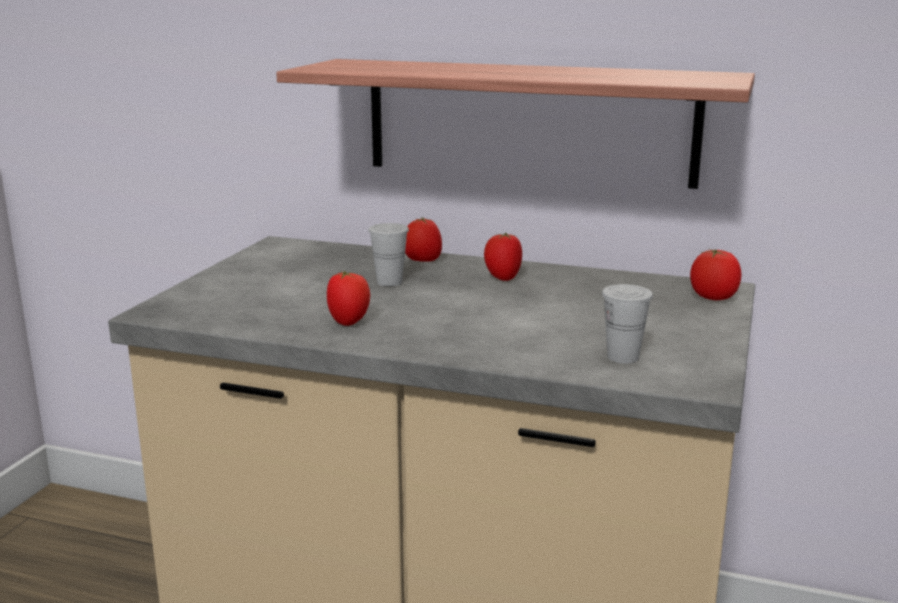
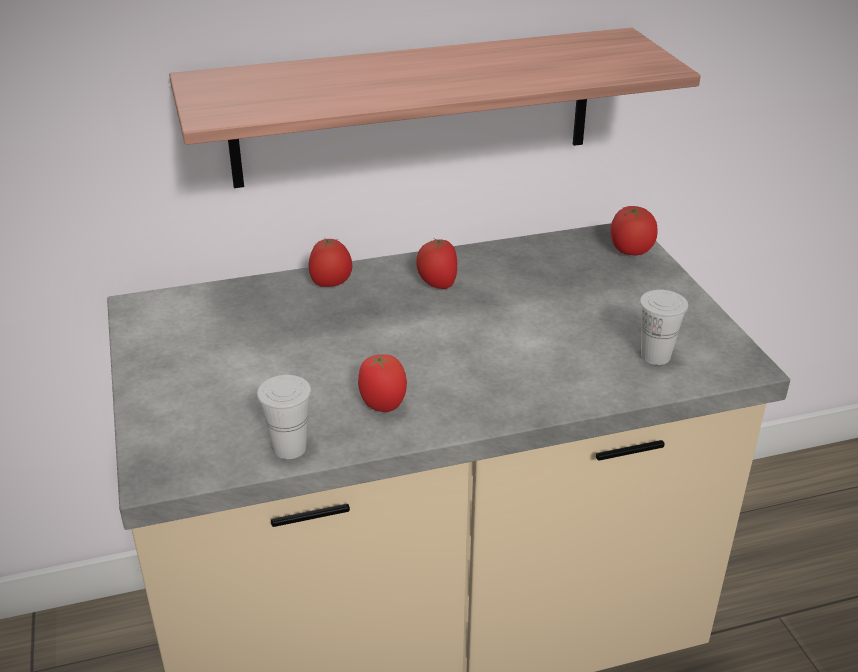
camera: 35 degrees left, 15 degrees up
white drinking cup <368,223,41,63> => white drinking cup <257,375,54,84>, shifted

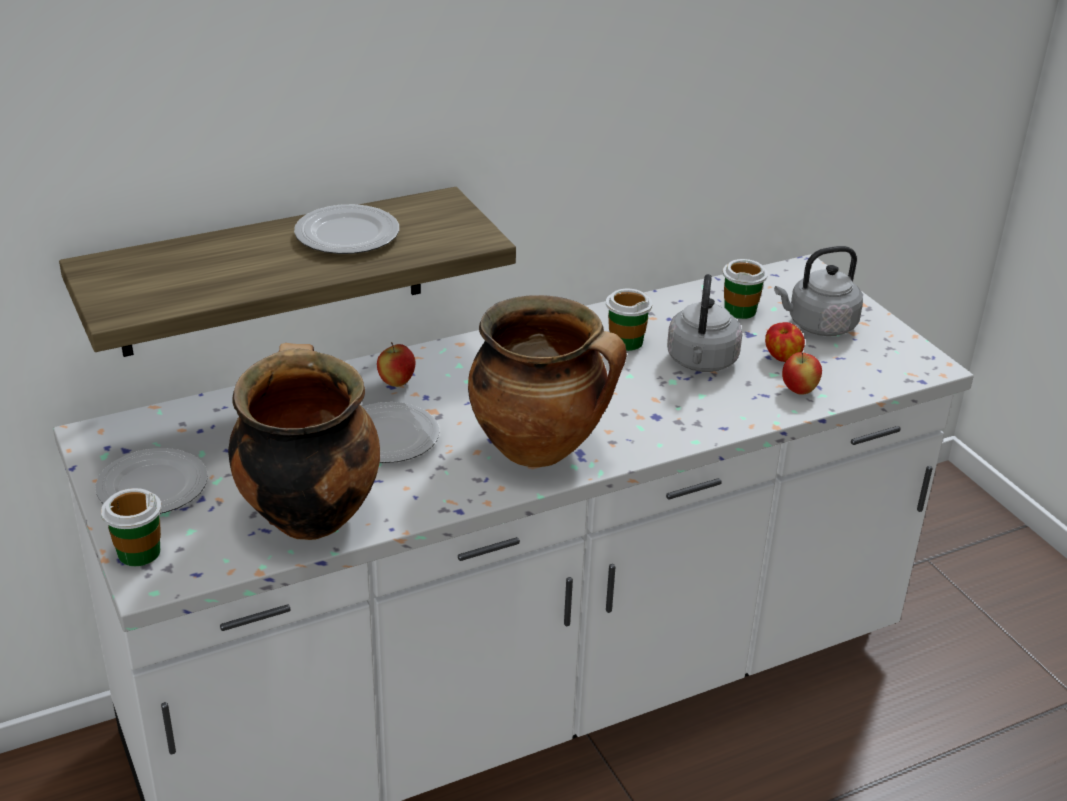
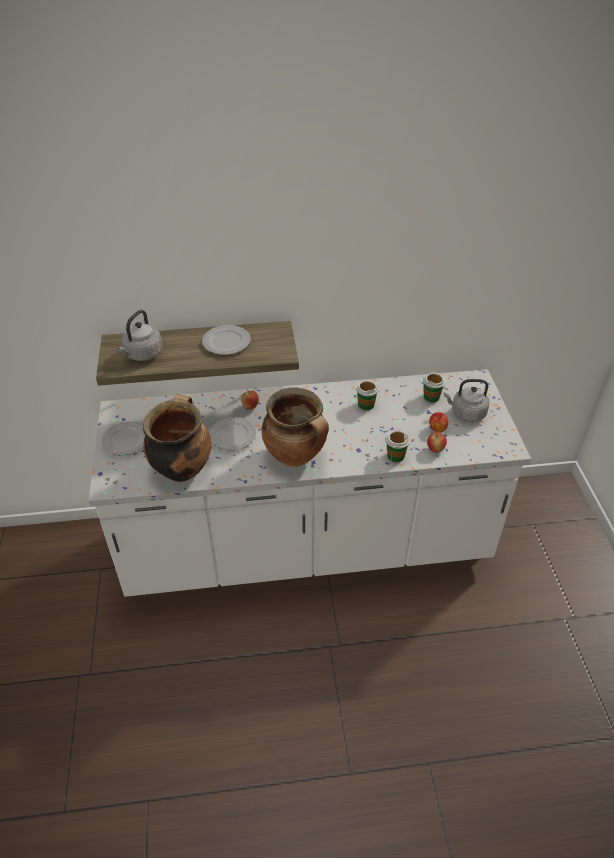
camera: 20 degrees right, 10 degrees up
gray kettle <667,274,75,98> => gray kettle <117,310,46,51>, shifted
drinking cup <101,488,61,78> => drinking cup <386,430,24,32>, shifted

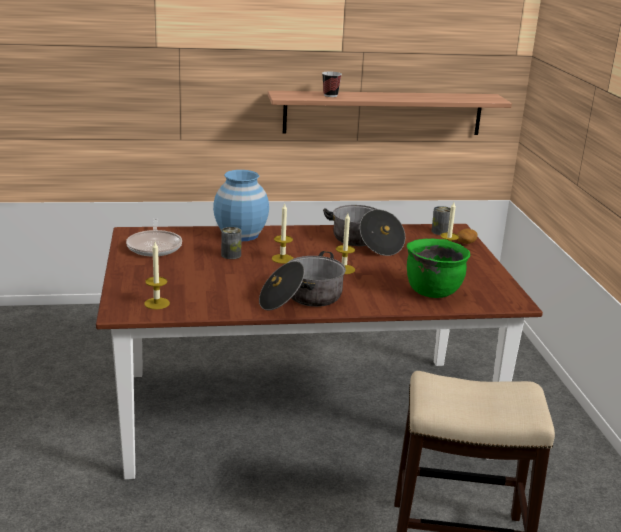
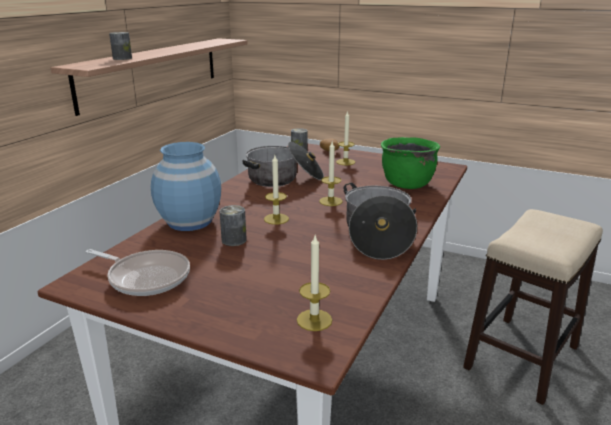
camera: 55 degrees left, 0 degrees up
drinking cup <322,72,20,25> => metal can <109,32,23,28>

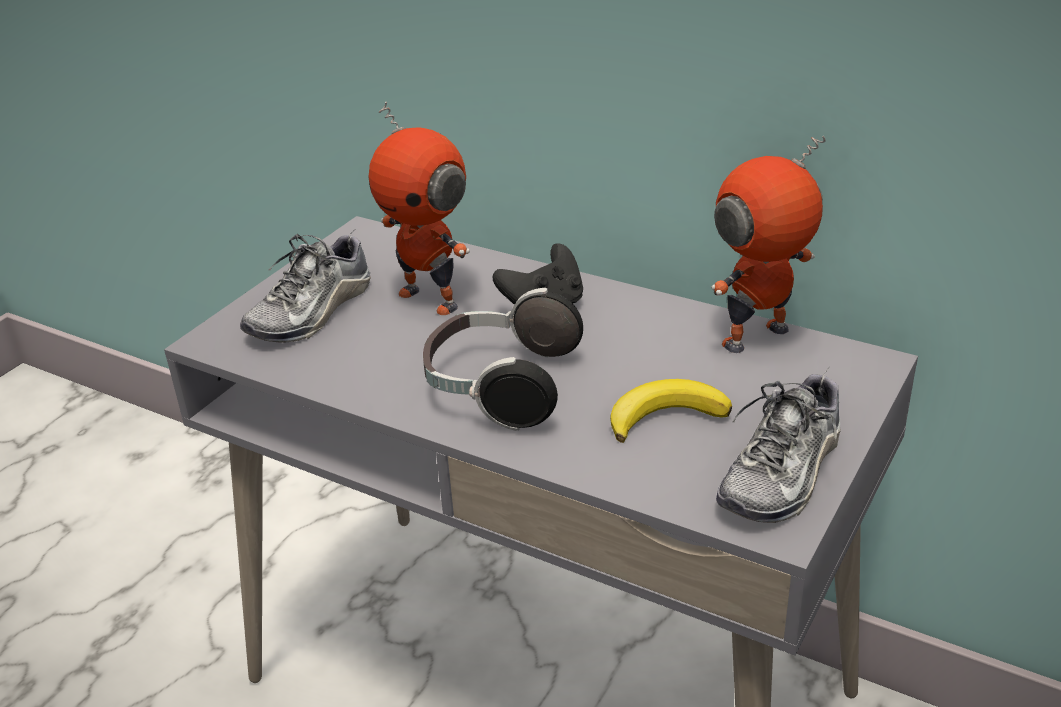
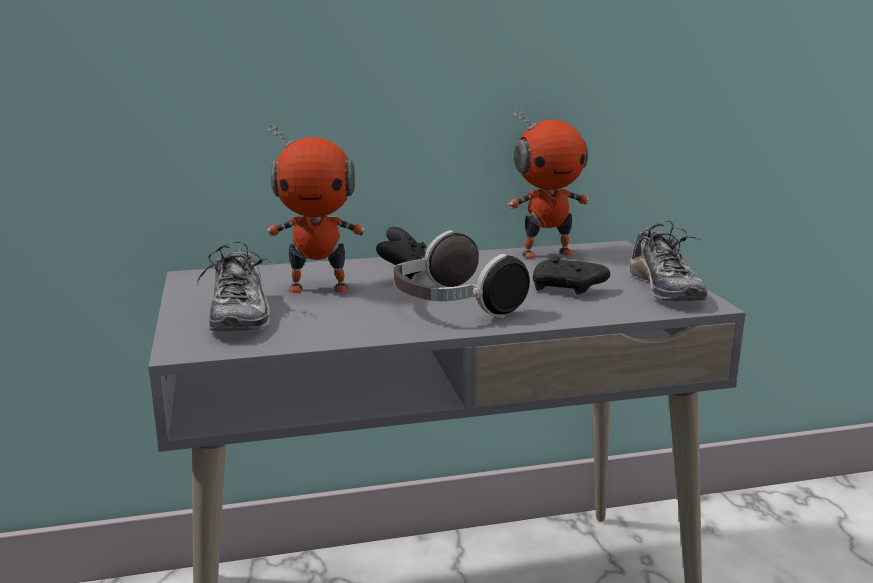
camera: 45 degrees left, 15 degrees down
model robot <712,136,113,217> => model robot <508,109,81,150>, 120 degrees counterclockwise
banana <610,379,122,64> => black-coloured game controller <533,257,77,38>

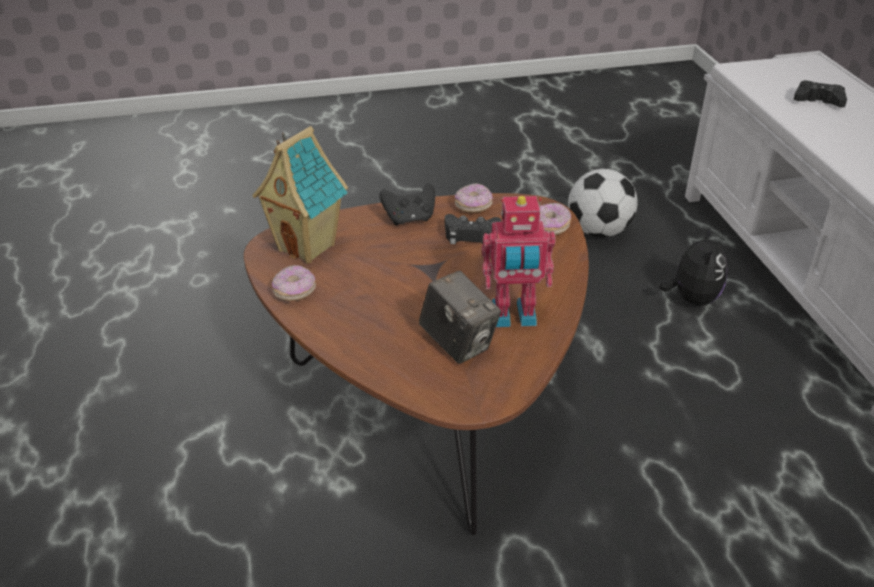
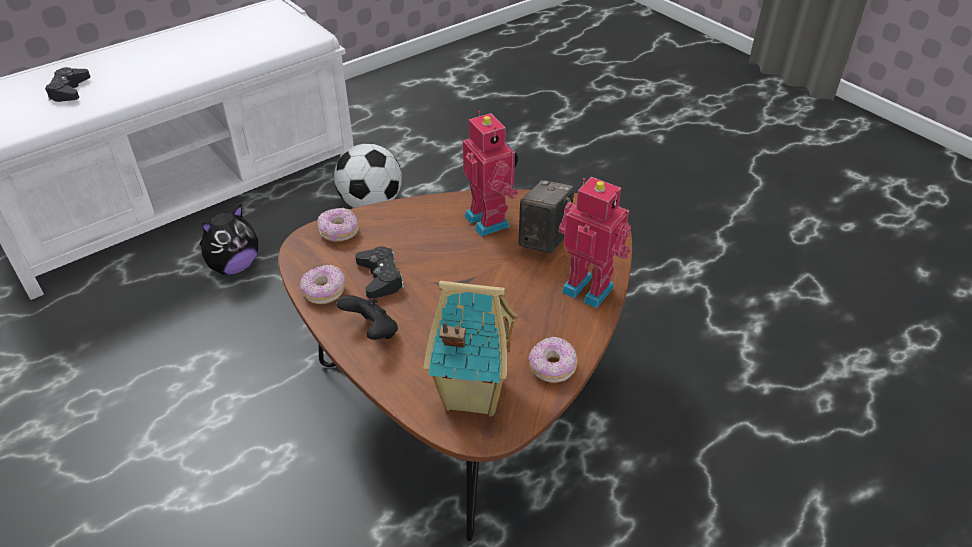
camera: 115 degrees left, 5 degrees up
soft toy <659,227,69,78> => soft toy <200,204,58,71>, 150 degrees clockwise
ball for football <568,169,70,68> => ball for football <334,143,68,65>, shifted
nothing => model robot <559,177,72,131>

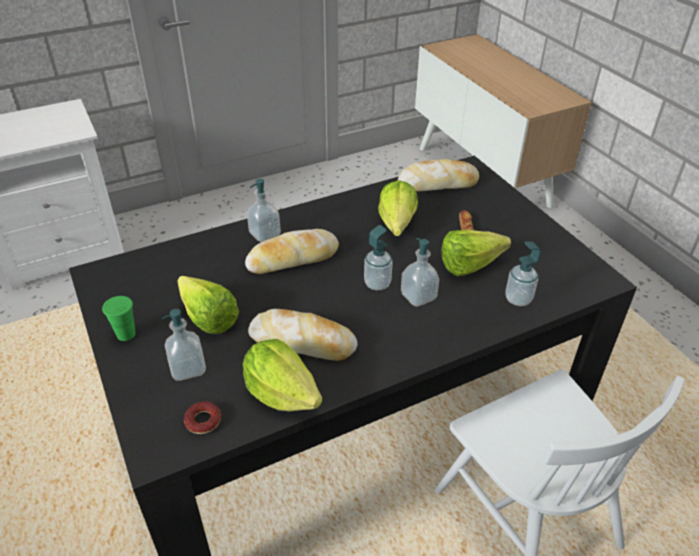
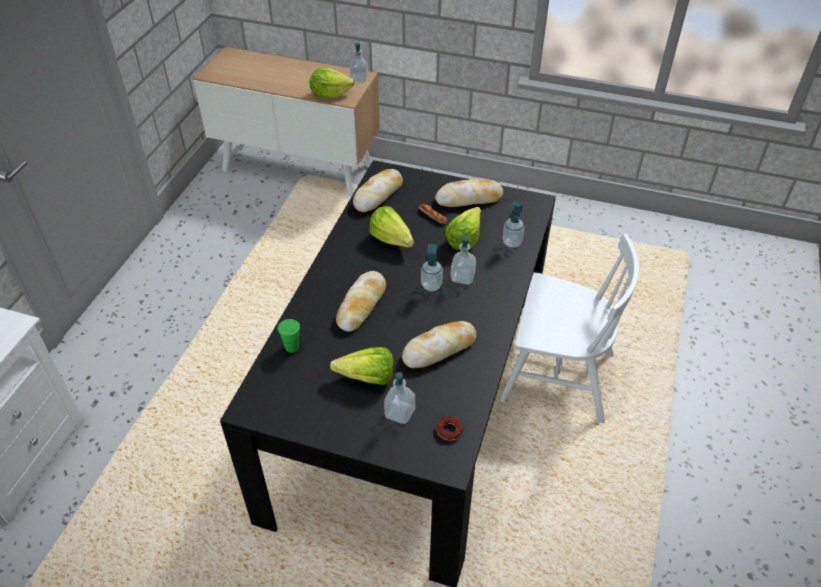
camera: 45 degrees left, 5 degrees up
greenish drinking cup <102,296,34,45> => greenish drinking cup <278,319,22,34>, shifted
lettuce head <243,339,79,72> => lettuce head <310,68,44,30>, shifted
soap dispenser <247,179,34,63> => soap dispenser <350,43,18,39>, shifted
nothing => bread <435,179,68,28>

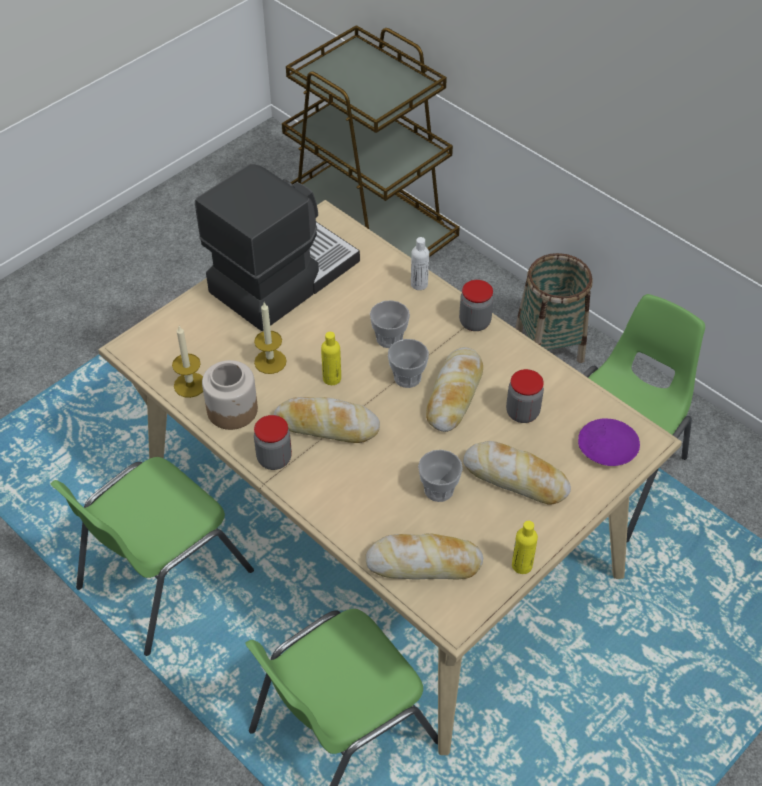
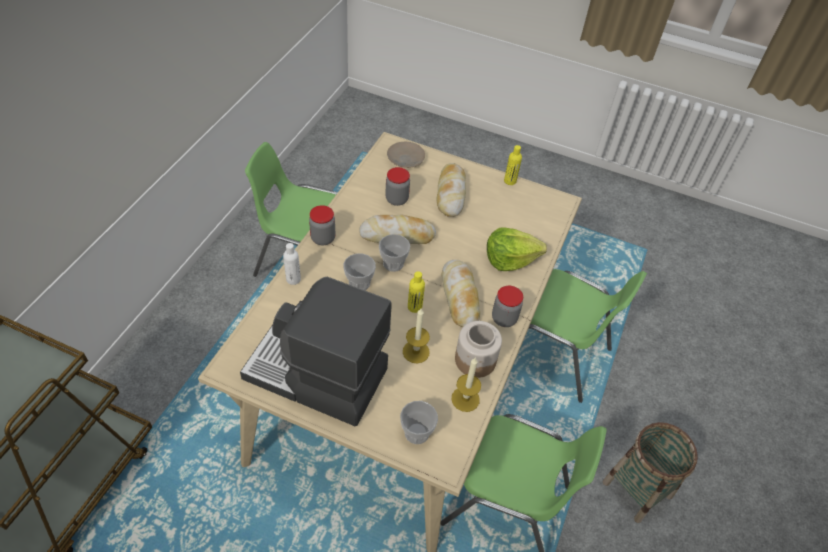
camera: 115 degrees left, 0 degrees up
purple-coloured flat dish <578,418,62,48> => sand-coloured flat dish <387,142,38,26>
drinking cup <418,450,45,52> => drinking cup <400,401,38,43>, shifted
nothing => lettuce head <487,228,60,43>
basket <515,253,78,110> => basket <602,422,96,101>, shifted
bread <365,533,118,47> => nothing

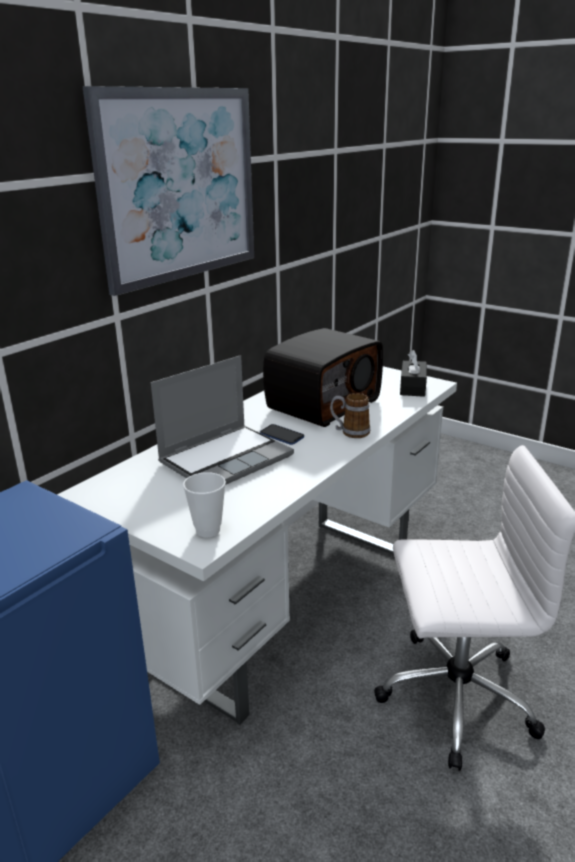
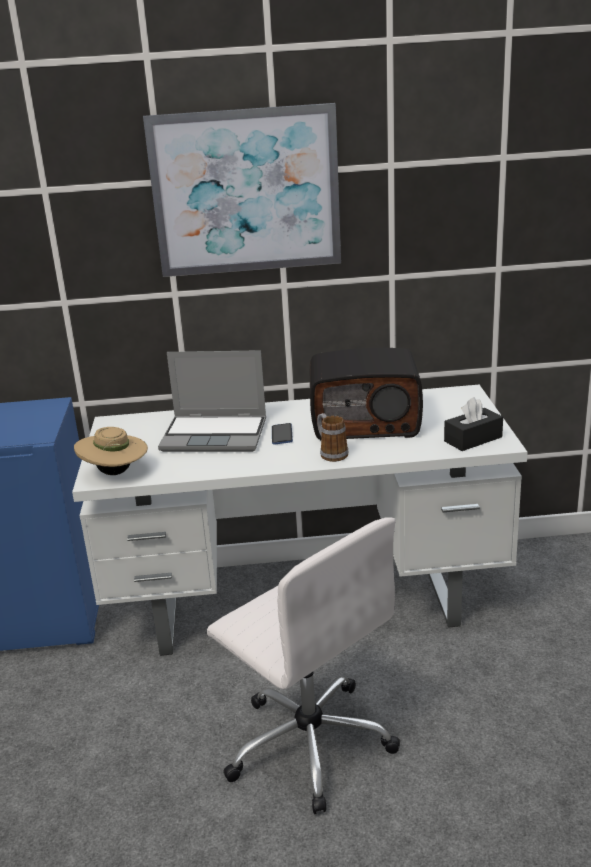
camera: 50 degrees right, 0 degrees up
drinking cup <183,472,43,65> => sand-coloured wearable hat <74,427,74,48>

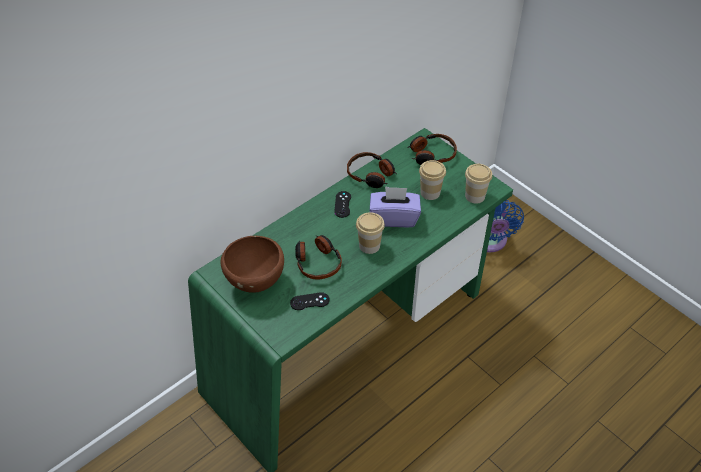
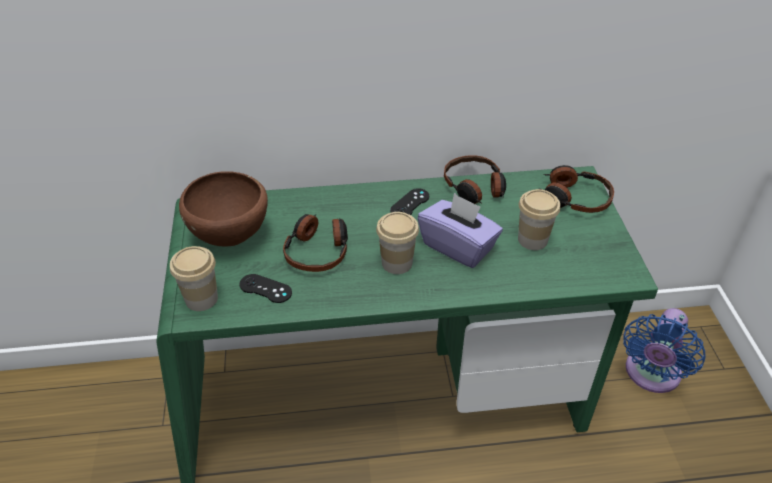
camera: 35 degrees right, 5 degrees down
drinking cup <465,164,27,40> => drinking cup <170,246,48,65>, shifted

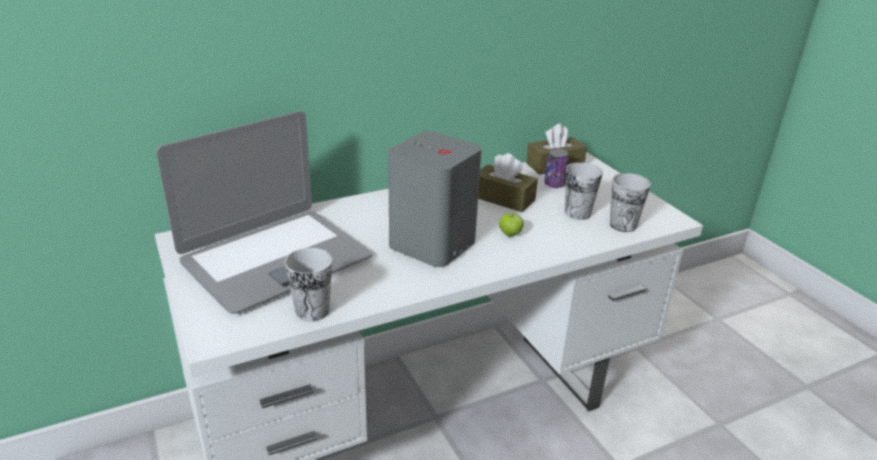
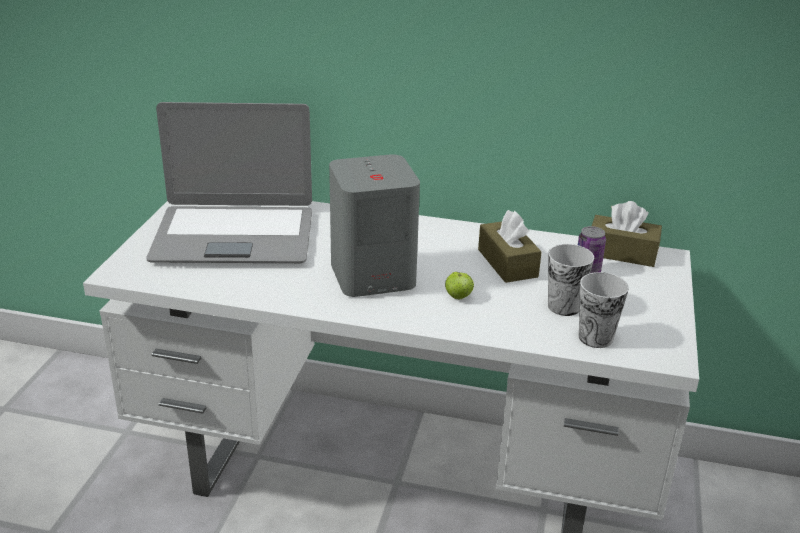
camera: 40 degrees right, 0 degrees up
drinking cup <285,248,47,74> => nothing

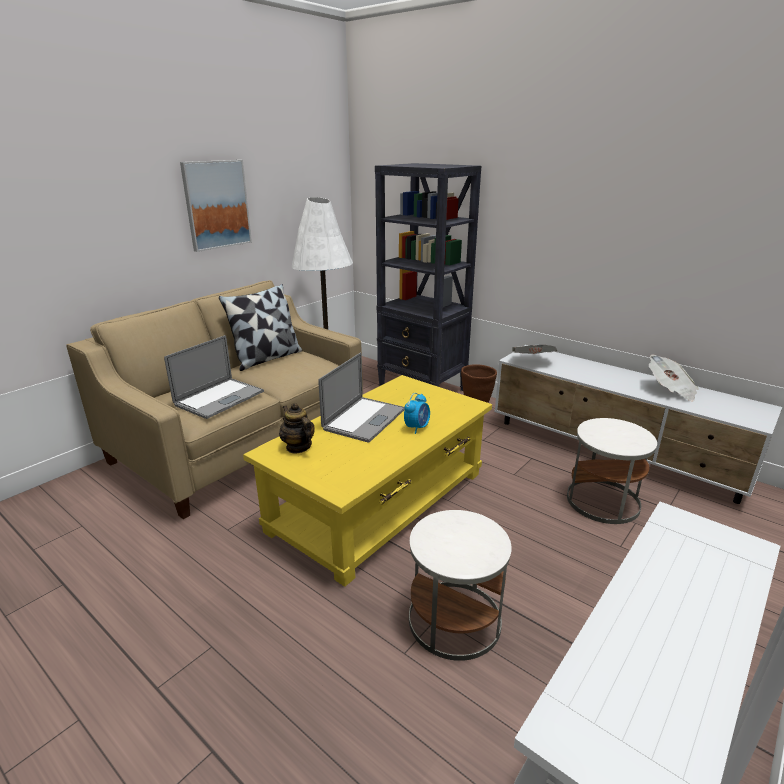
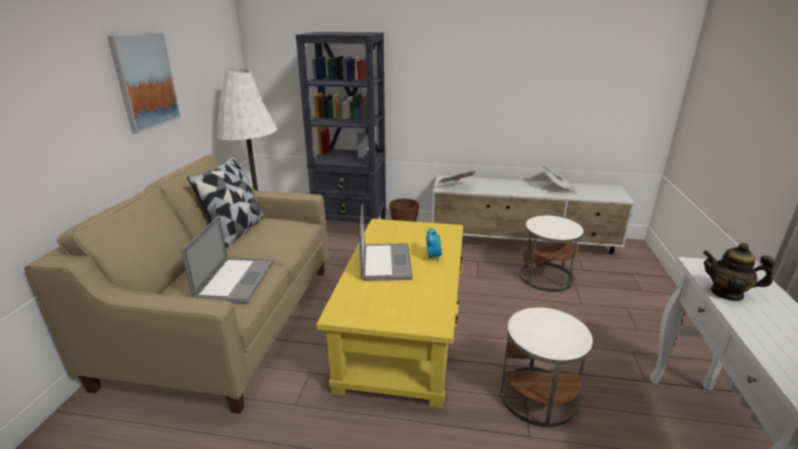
camera: 30 degrees left, 0 degrees up
pot for tea <279,403,36,50> => pot for tea <703,243,72,58>, shifted

